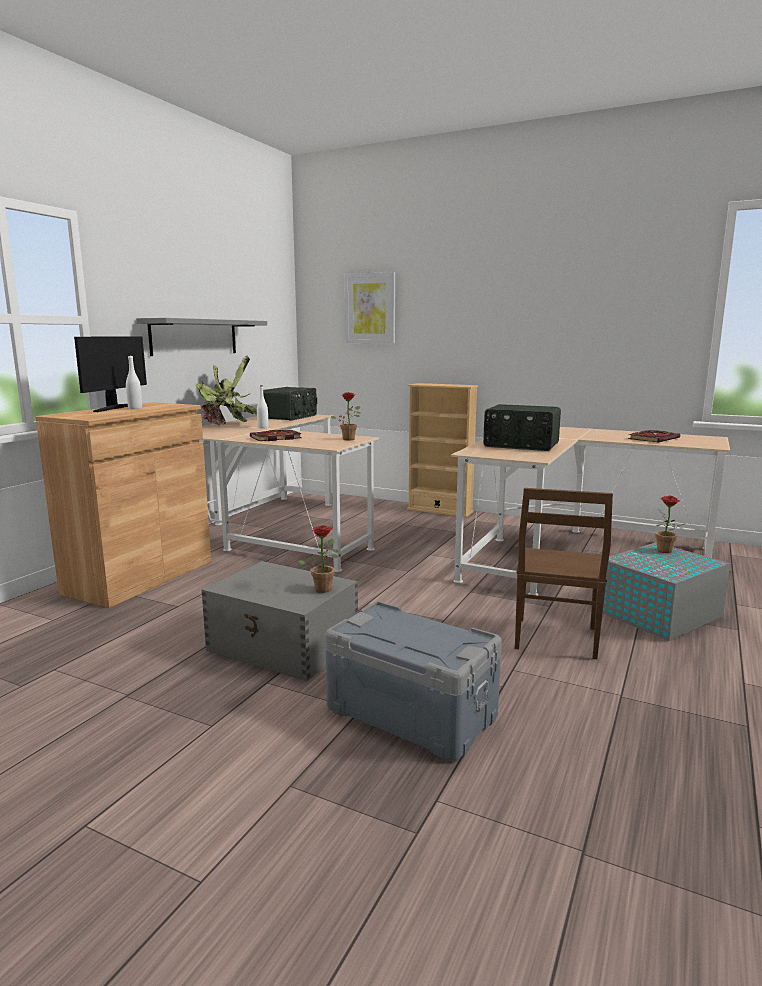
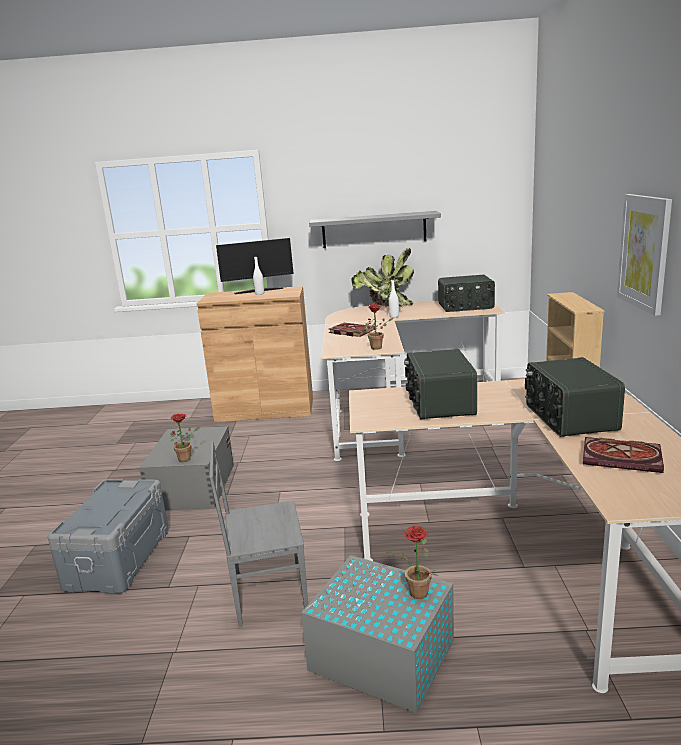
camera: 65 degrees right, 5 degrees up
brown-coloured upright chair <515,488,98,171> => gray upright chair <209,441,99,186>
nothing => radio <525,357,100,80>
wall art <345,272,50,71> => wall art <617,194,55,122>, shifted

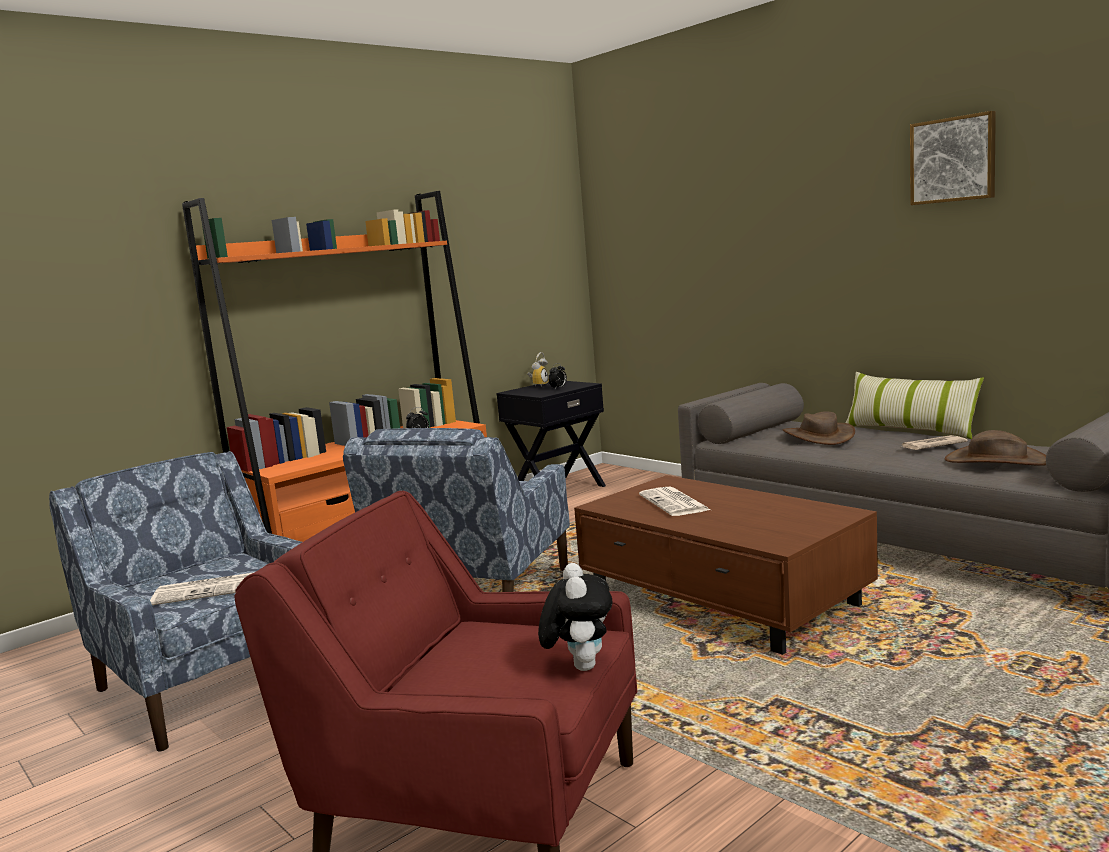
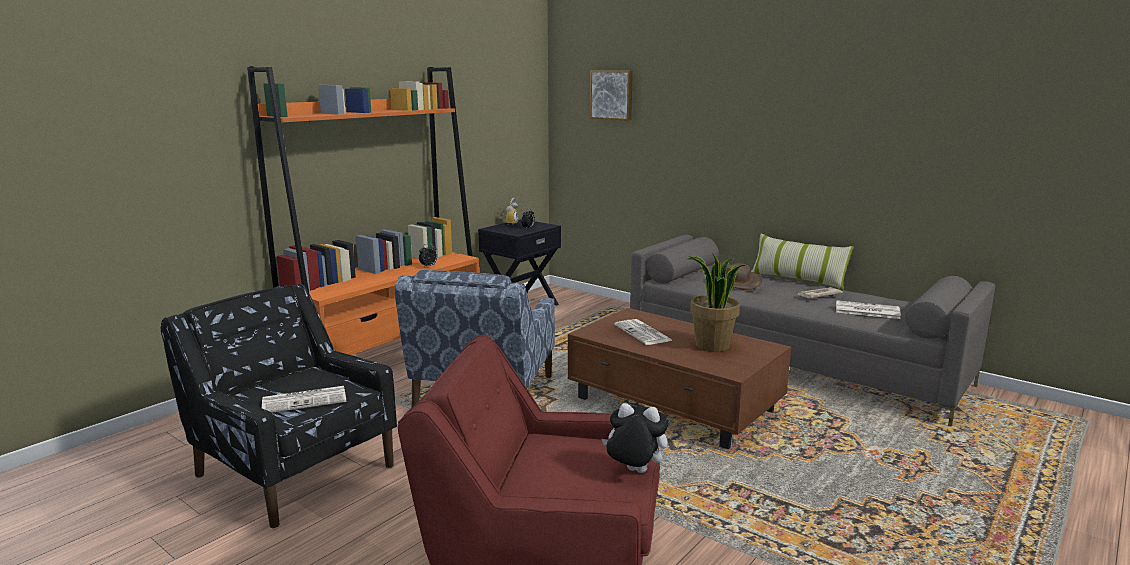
camera: 10 degrees left, 5 degrees up
bluish lounge chair <49,451,253,300> => black-coloured lounge chair <161,283,236,245>
wall art <910,111,86,94> => wall art <590,70,43,51>, shifted
soft toy <538,563,75,108> => soft toy <602,403,67,70>, 60 degrees counterclockwise
nothing => potted plant <688,253,57,99>
brown-coloured wearable hat <945,430,101,36> => daily paper <836,300,65,19>

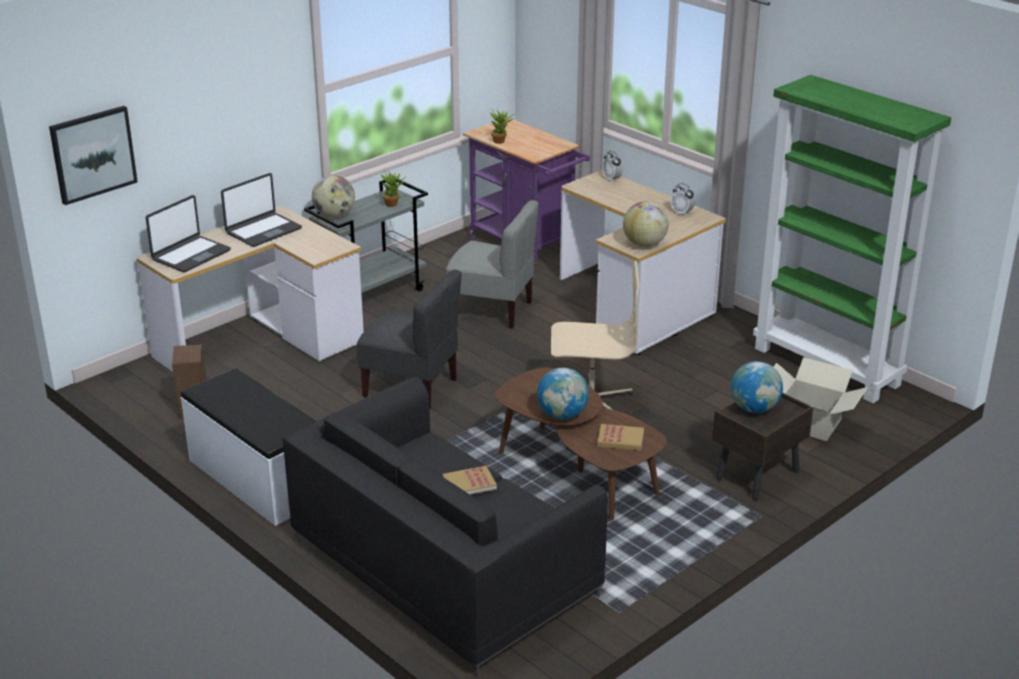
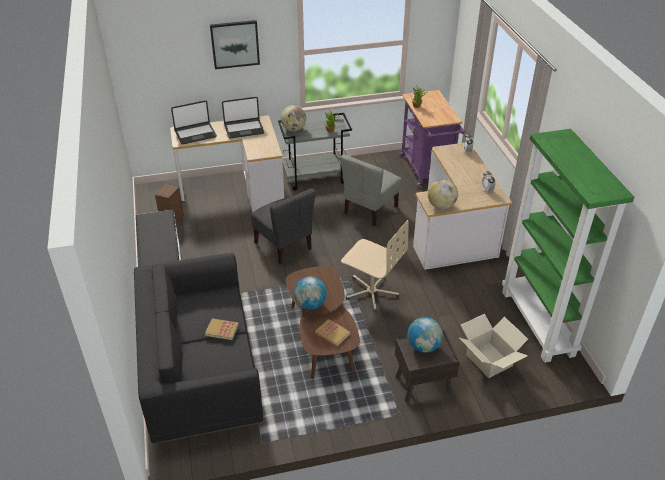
camera: 30 degrees right, 10 degrees up
wall art <49,106,89,99> => wall art <210,20,50,49>, shifted
gray upright chair <446,200,93,129> => gray upright chair <340,154,61,72>, 75 degrees clockwise

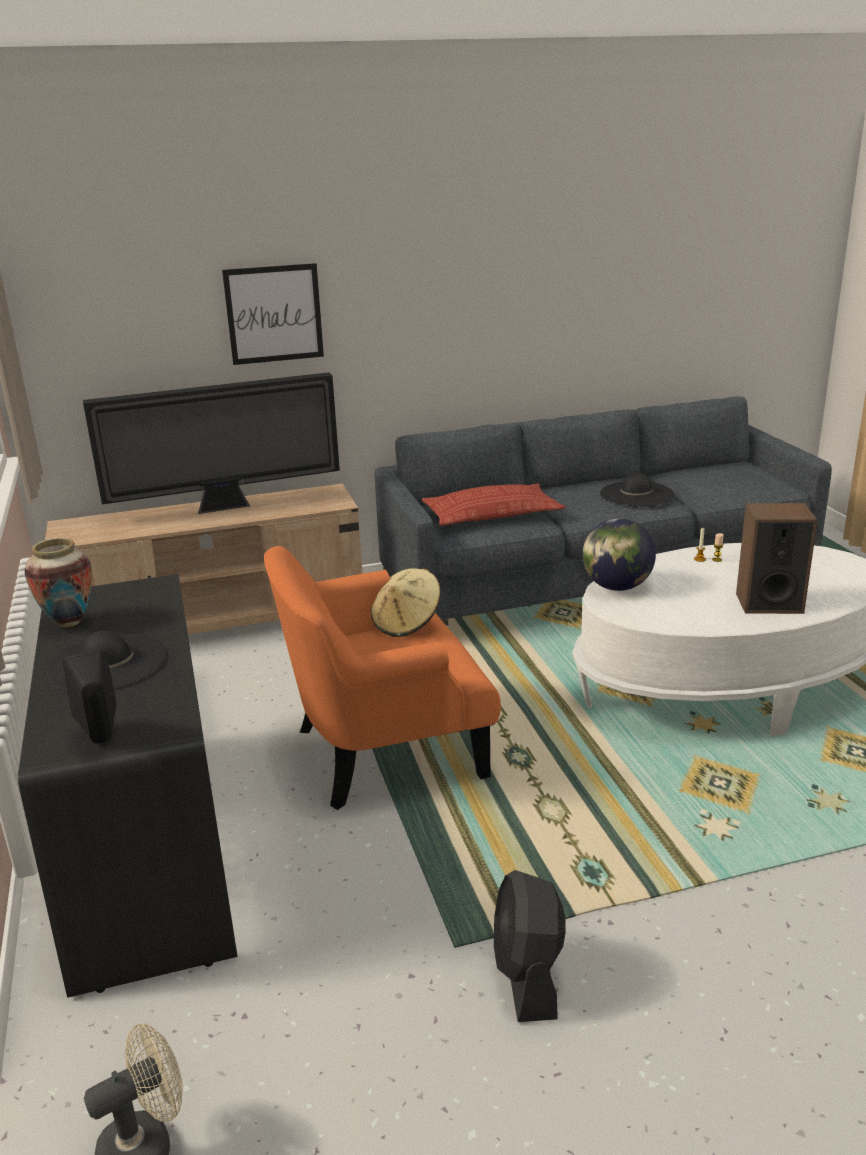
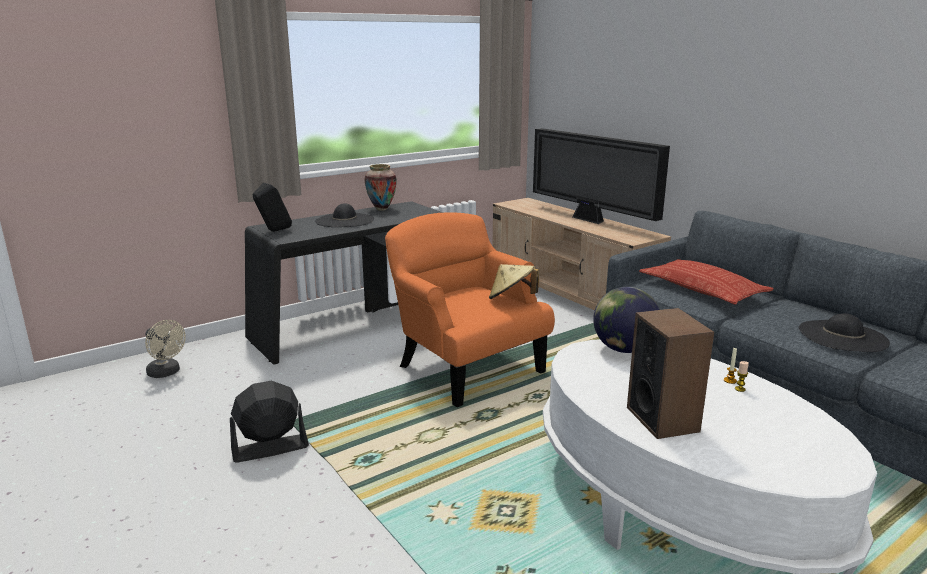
camera: 70 degrees right, 5 degrees down
wall art <222,263,102,102> => nothing

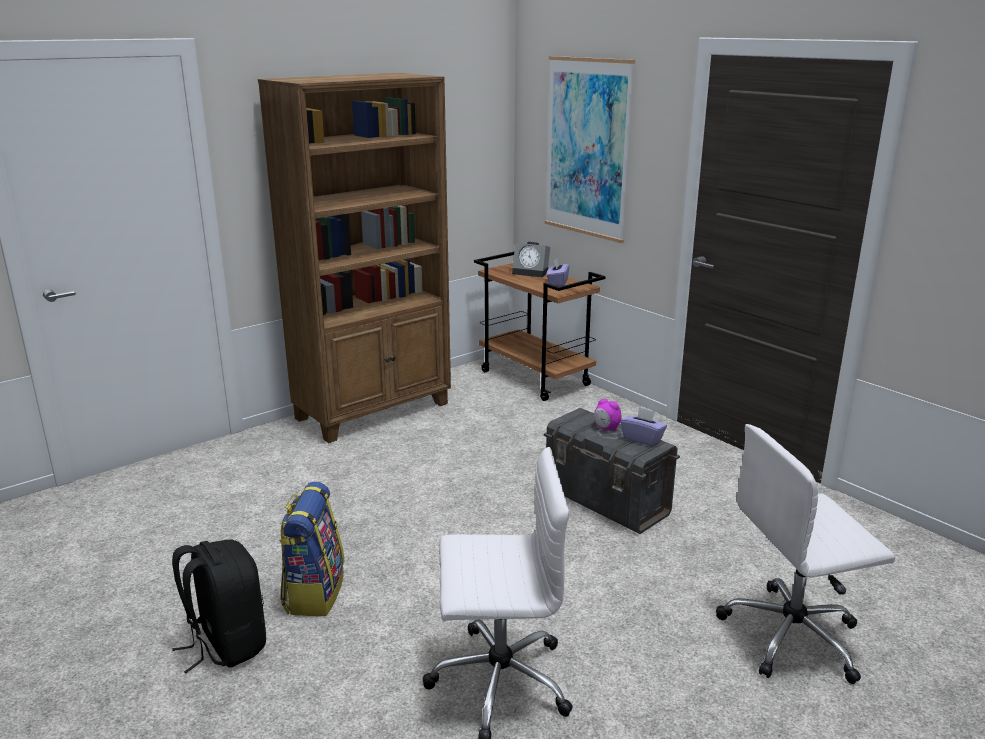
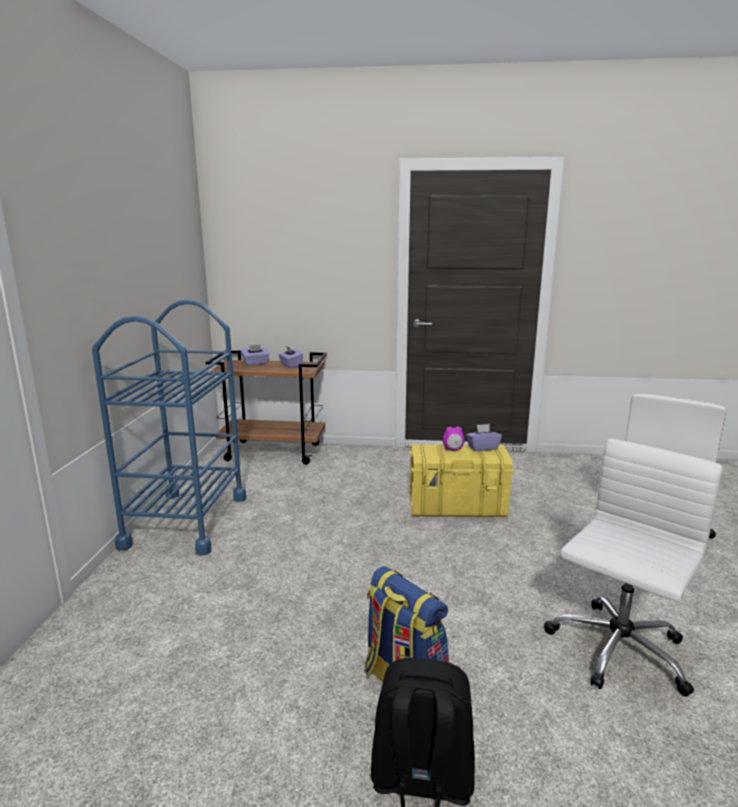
camera: 45 degrees left, 5 degrees down
brown-coloured bookcase <258,73,193,370> => bluish cart <92,299,154,256>
bedside clock <512,242,38,35> => purple-coloured tissue holder <241,344,28,22>
gray storage container <544,408,136,126> => yellow storage container <409,444,105,73>
wall art <545,56,90,187> => nothing

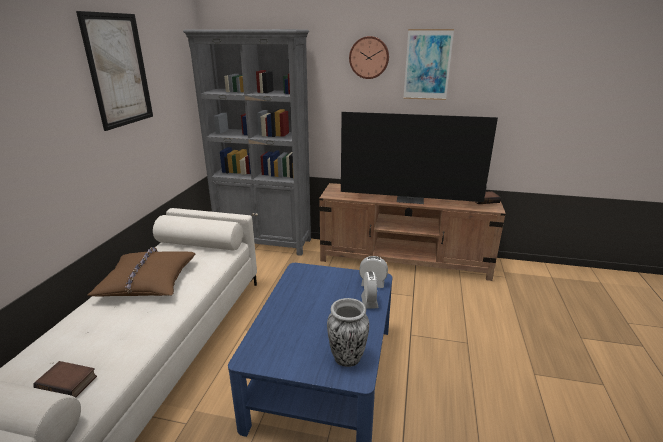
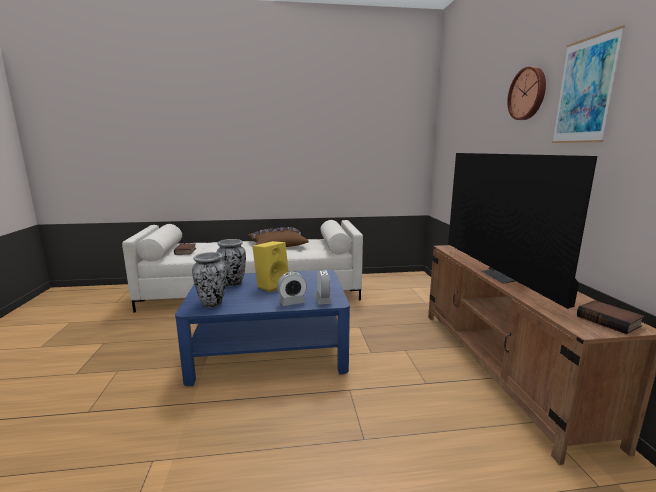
camera: 70 degrees right, 10 degrees down
nothing => decorative vase <216,239,30,48>
nothing => yellow audio speaker <252,241,37,51>
wall art <76,11,77,120> => nothing
gray bookcase <183,29,128,227> => nothing

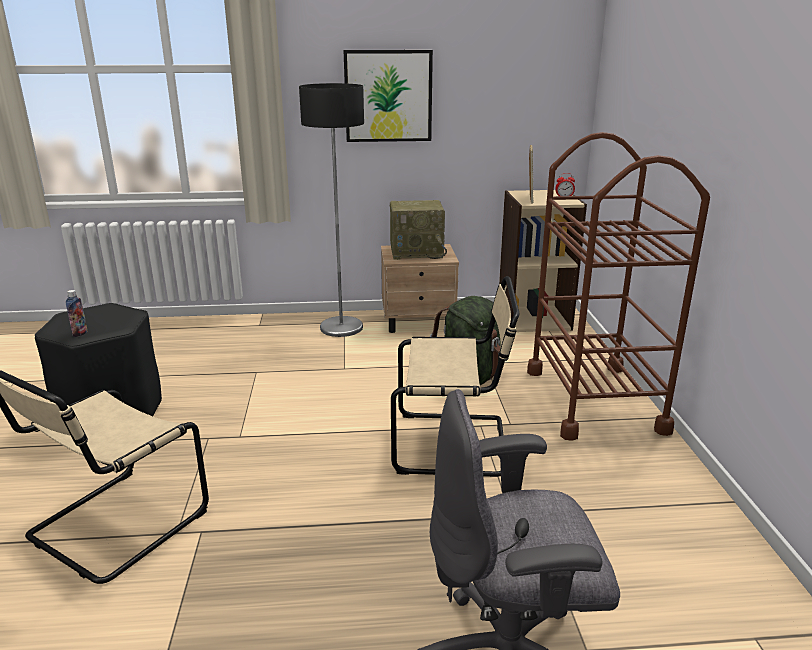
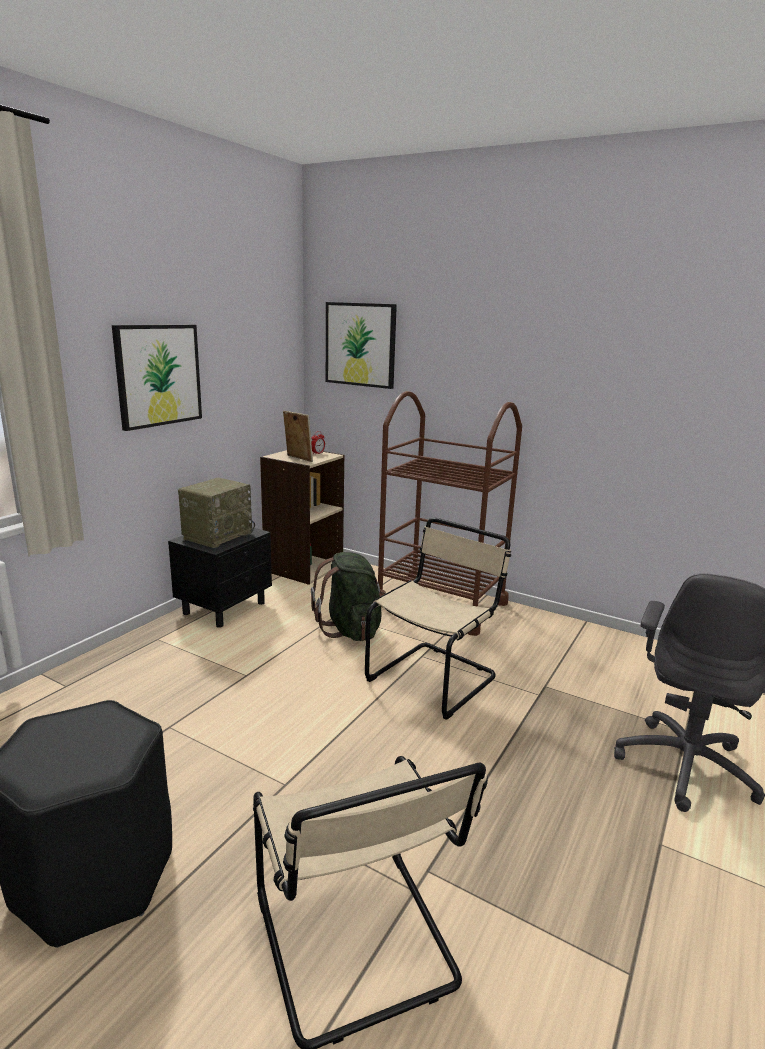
camera: 55 degrees left, 5 degrees down
sand-coloured nightstand <381,244,78,89> => black-coloured nightstand <168,527,104,101>
nothing => wall art <326,302,71,87>
beverage bottle <66,290,22,47> => nothing
standing lamp <299,83,65,254> => nothing

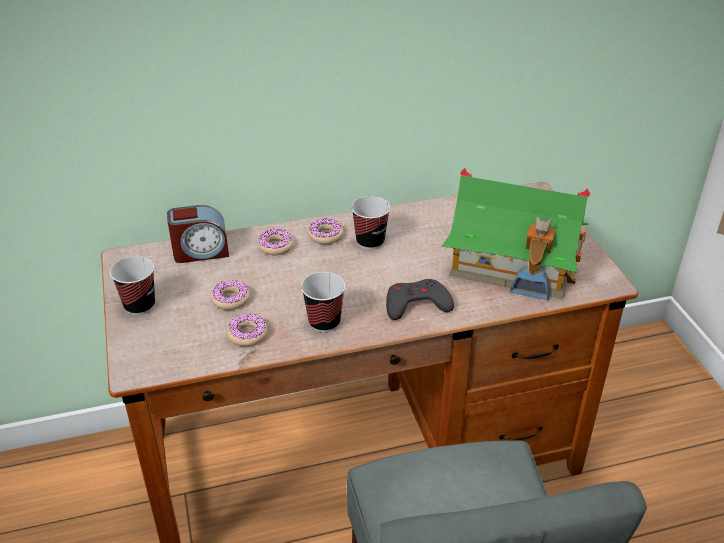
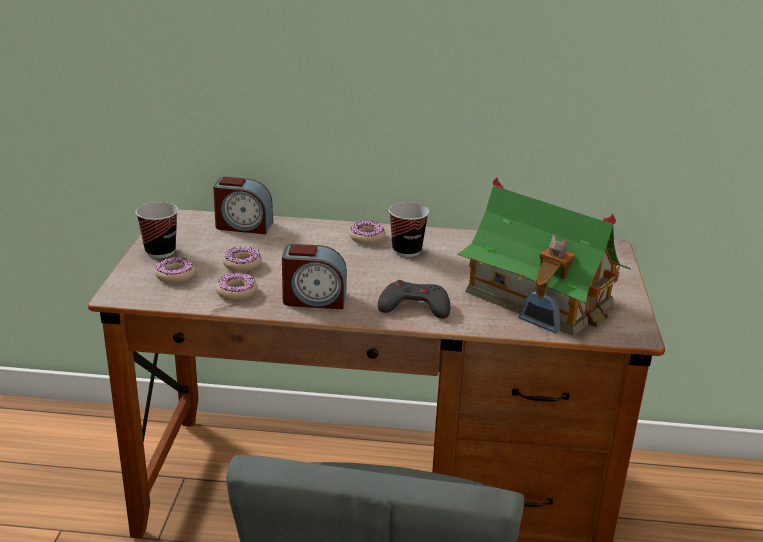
camera: 20 degrees right, 10 degrees down
donut <258,229,36,26> => donut <155,257,41,26>, shifted
drinking cup <301,272,44,60> => bedside clock <282,244,65,65>

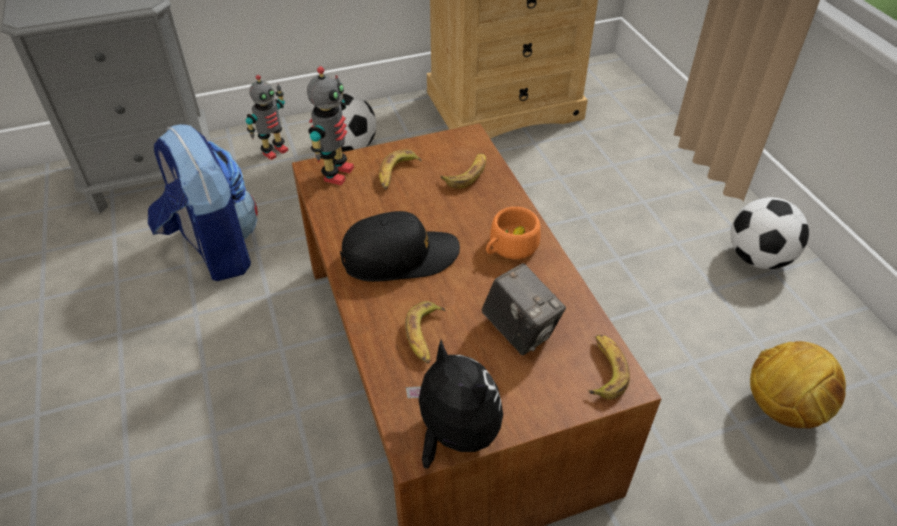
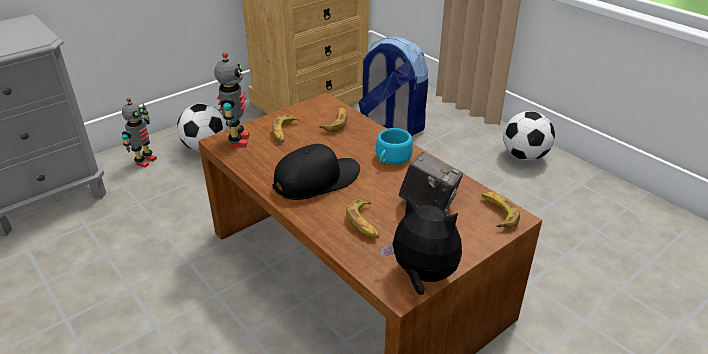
camera: 20 degrees left, 10 degrees down
knapsack <148,124,110,157> => knapsack <359,37,69,99>, shifted
orange drinking cup <486,207,55,52> => blue-green drinking cup <376,128,37,37>
ball for football <750,341,96,88> => nothing

